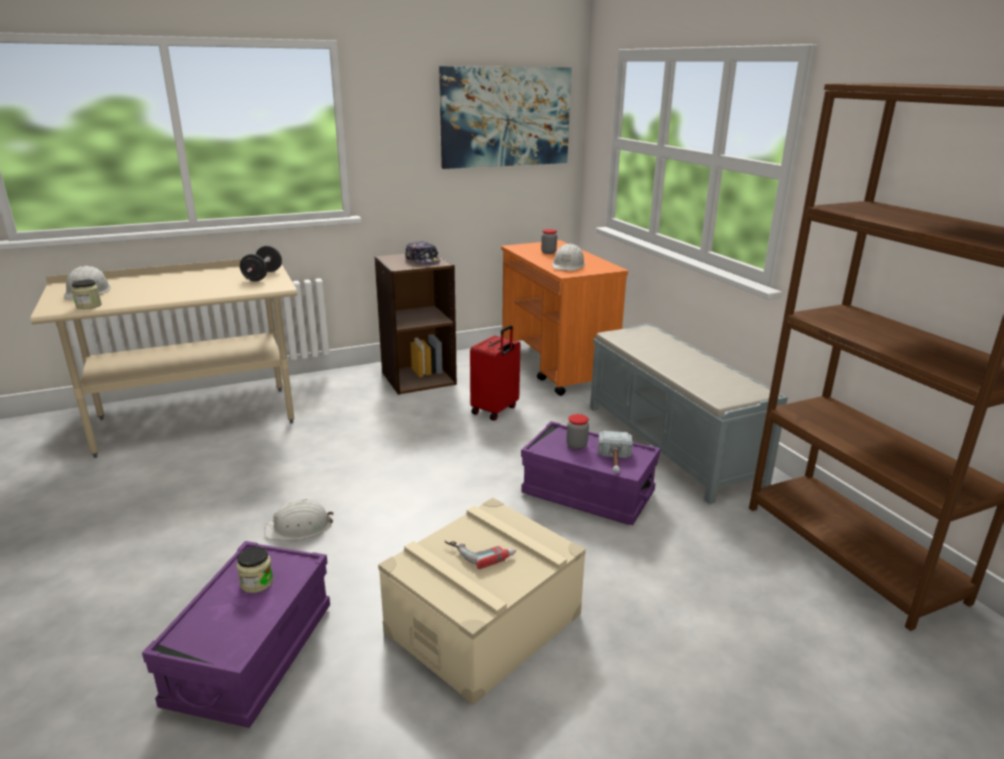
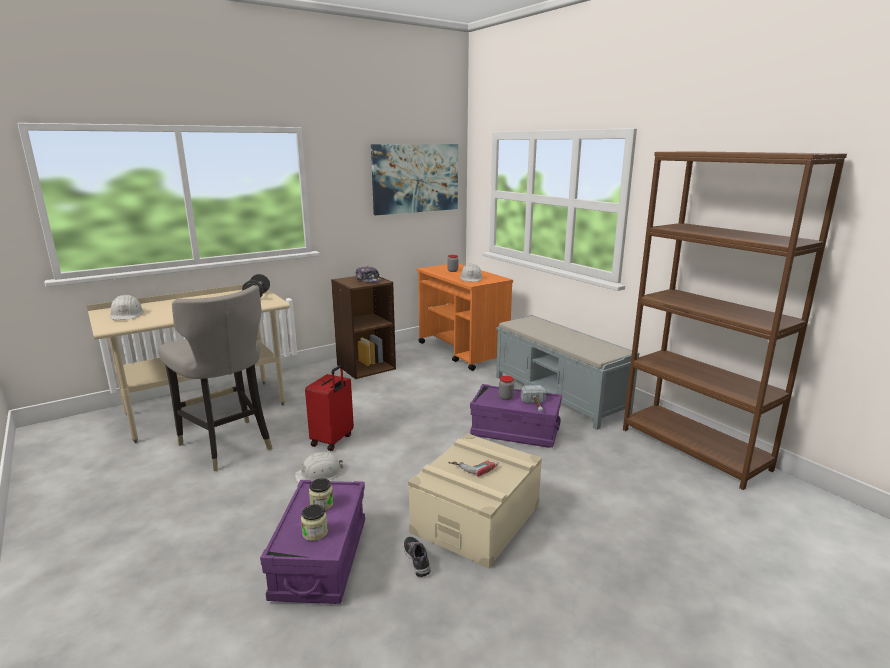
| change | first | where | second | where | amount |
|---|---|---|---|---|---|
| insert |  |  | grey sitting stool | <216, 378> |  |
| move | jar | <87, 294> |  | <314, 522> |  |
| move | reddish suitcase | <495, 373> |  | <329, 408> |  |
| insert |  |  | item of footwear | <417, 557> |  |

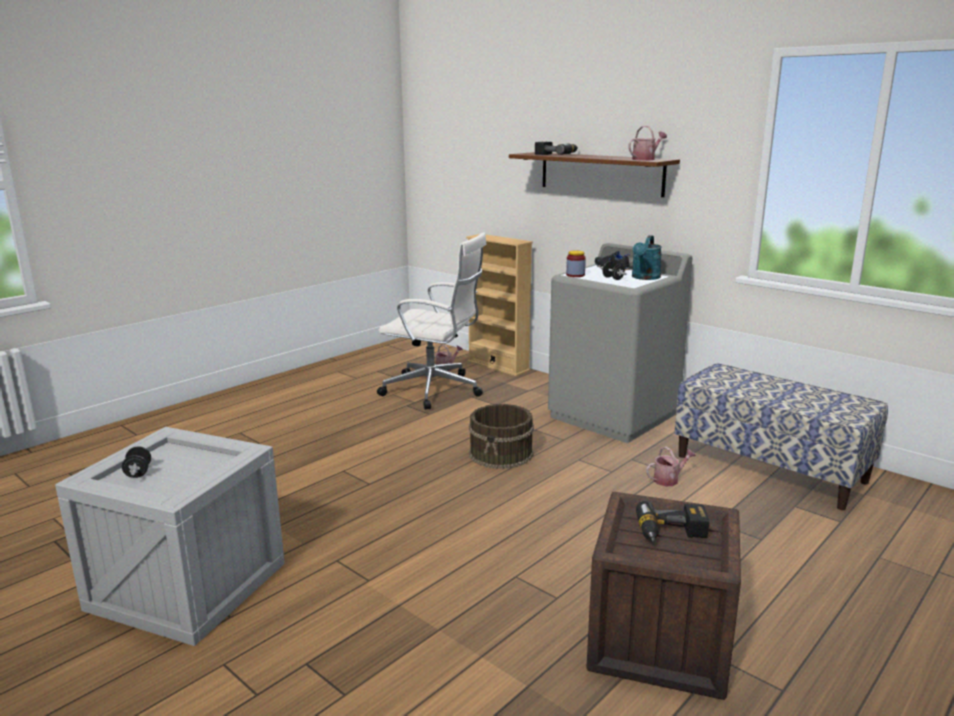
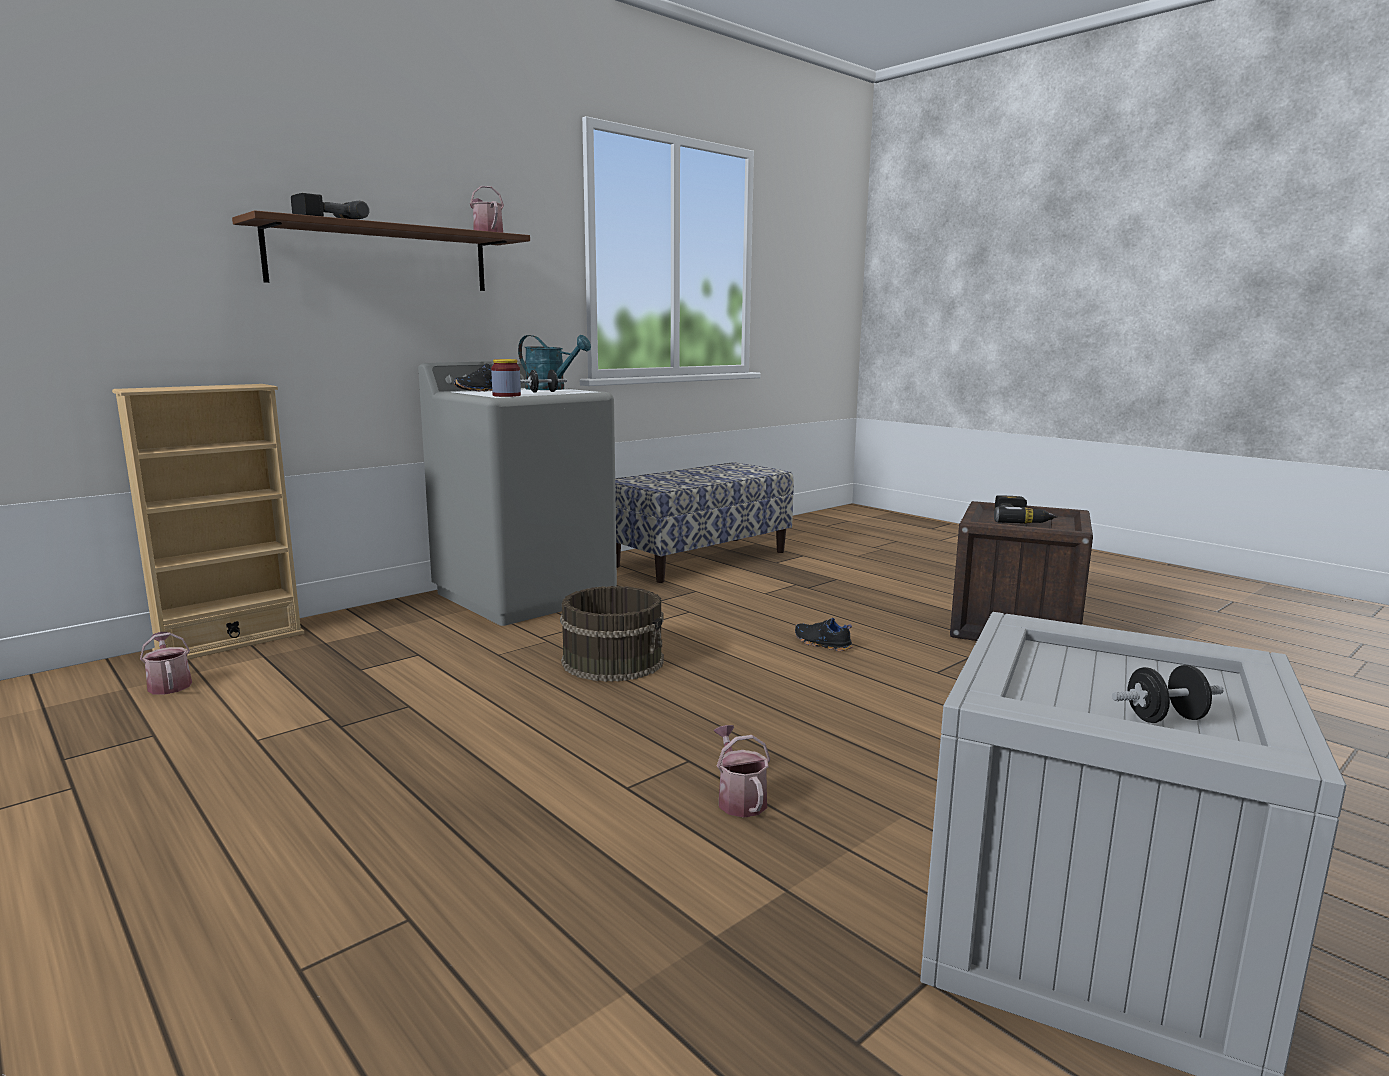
| change | first | where | second | where | amount |
|---|---|---|---|---|---|
| move | watering pot | <671, 466> |  | <742, 771> |  |
| insert |  |  | black item of footwear | <824, 635> |  |
| delete | white-coloured computer chair | <432, 321> |  |  |  |

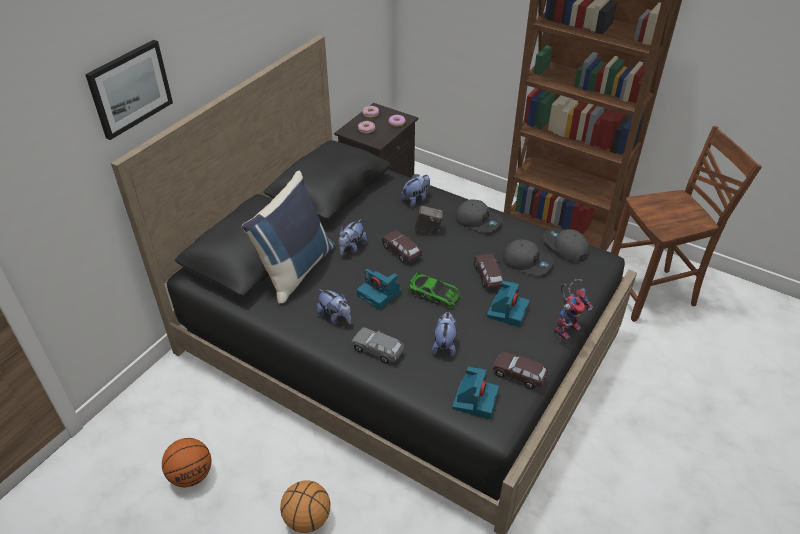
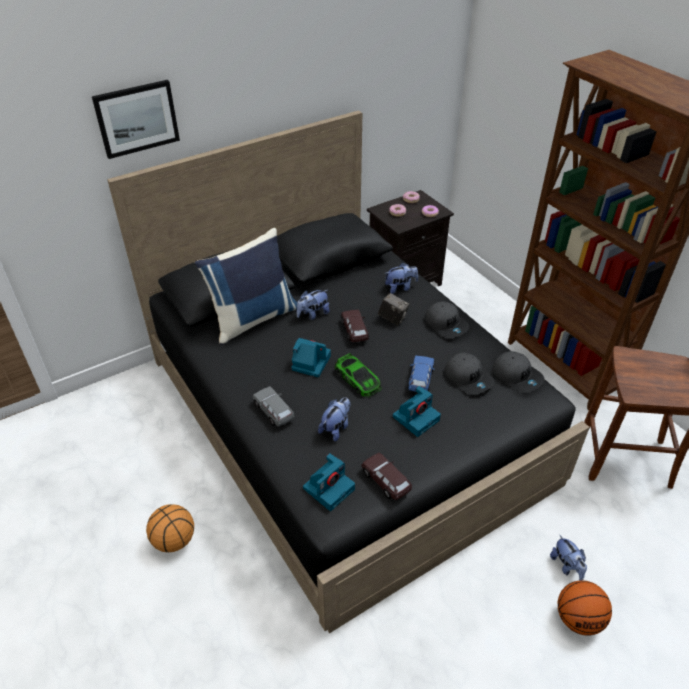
| change | first | where | second | where | amount |
|---|---|---|---|---|---|
| rotate | photo camera | <379, 289> |  | <311, 357> | 135 degrees clockwise |
| recolor | brownish toy car | <489, 271> | bluish toy car | <421, 374> |  |
| rotate | grey baseball cap | <566, 245> |  | <518, 372> | 150 degrees clockwise |
| move | soft toy | <334, 307> |  | <568, 557> |  |
| move | ball for basketball | <186, 462> |  | <584, 607> |  |
| delete | robot figure | <573, 310> |  |  |  |

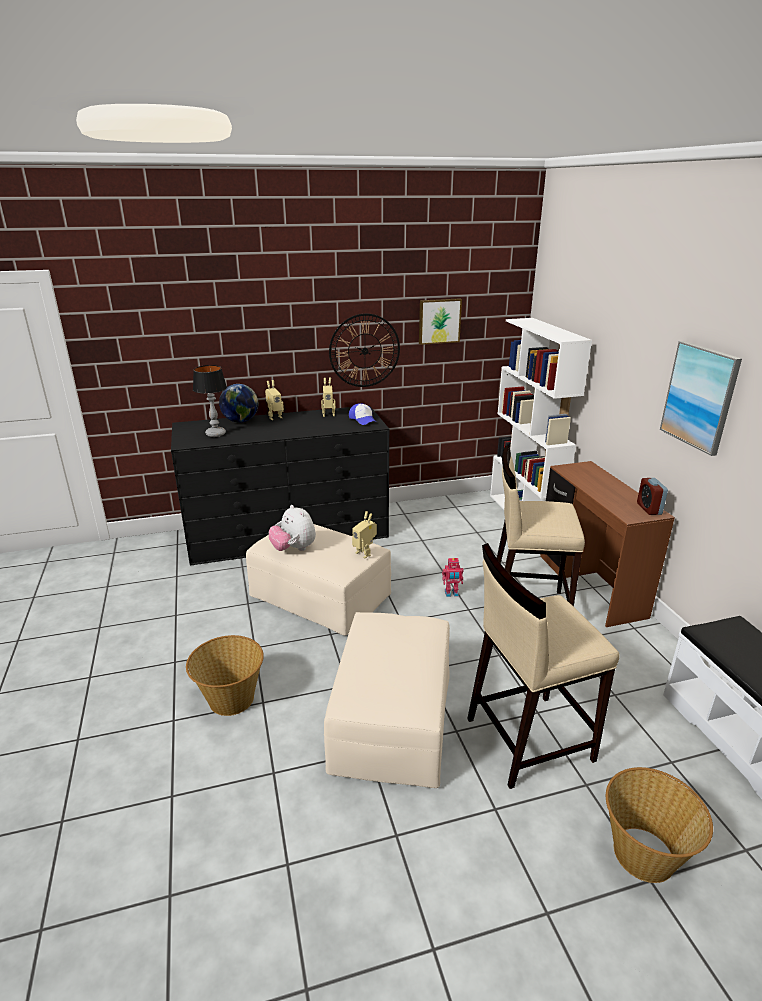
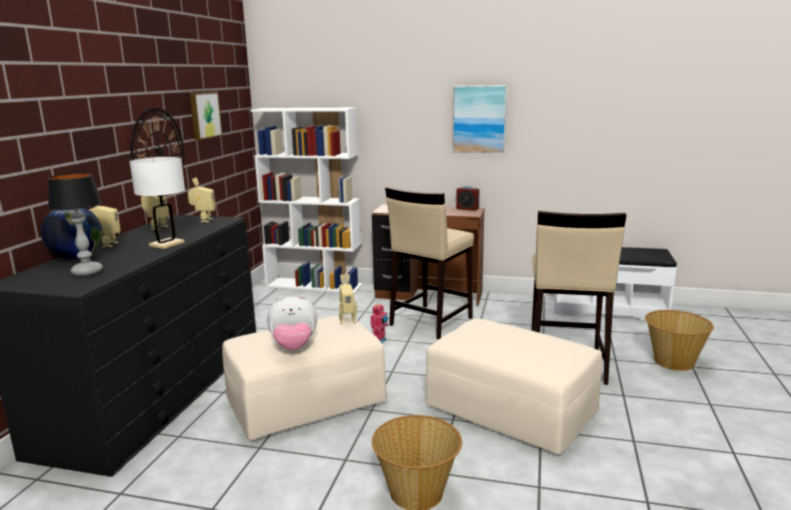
| change | first | where | second | where | amount |
|---|---|---|---|---|---|
| insert |  |  | white-coloured table lamp | <157, 202> |  |
| replace | baseball cap | <362, 414> | robot figure | <202, 199> |  |

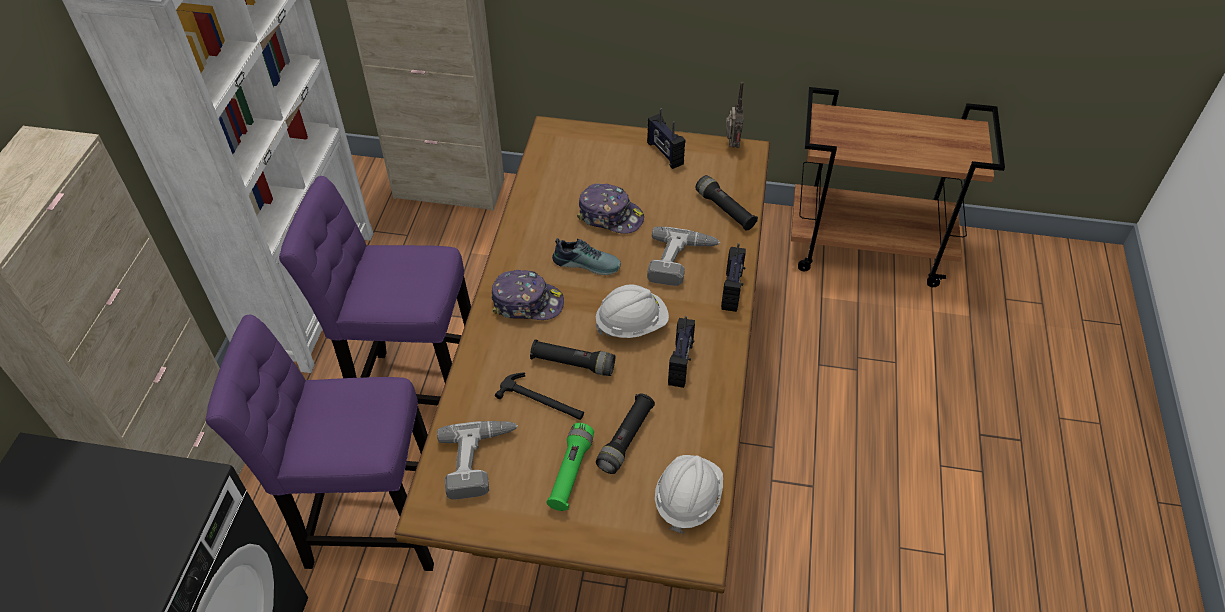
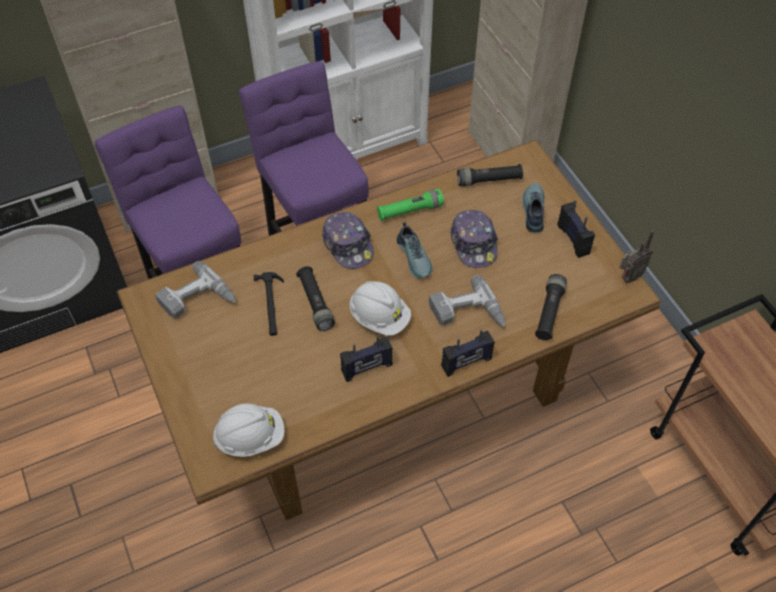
| change | first | where | second | where | amount |
|---|---|---|---|---|---|
| move | greenish flashlight | <570, 467> |  | <410, 205> |  |
| move | black flashlight | <625, 433> |  | <490, 175> |  |
| insert |  |  | item of footwear | <533, 207> |  |
| rotate | radio | <666, 138> |  | <576, 229> | 135 degrees clockwise |

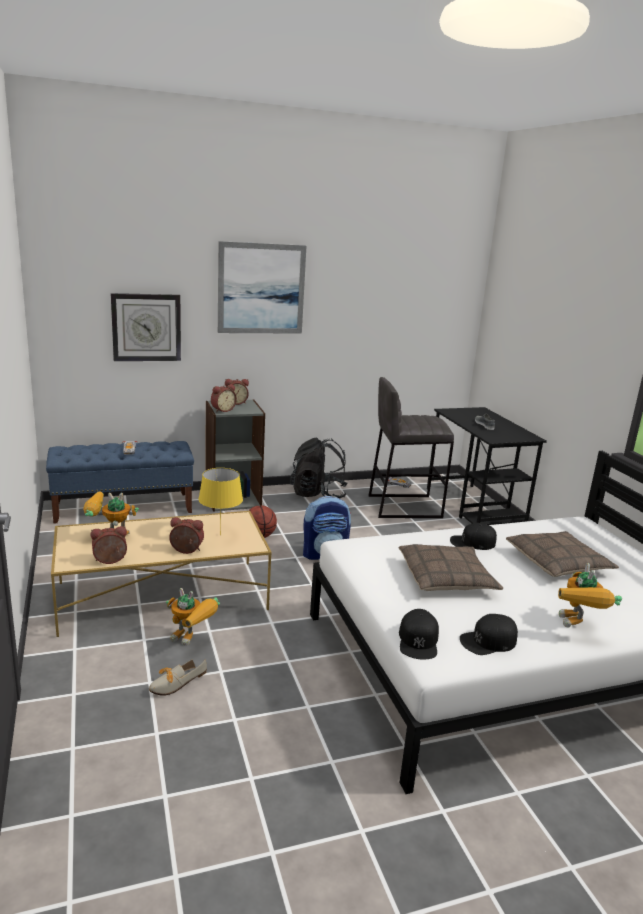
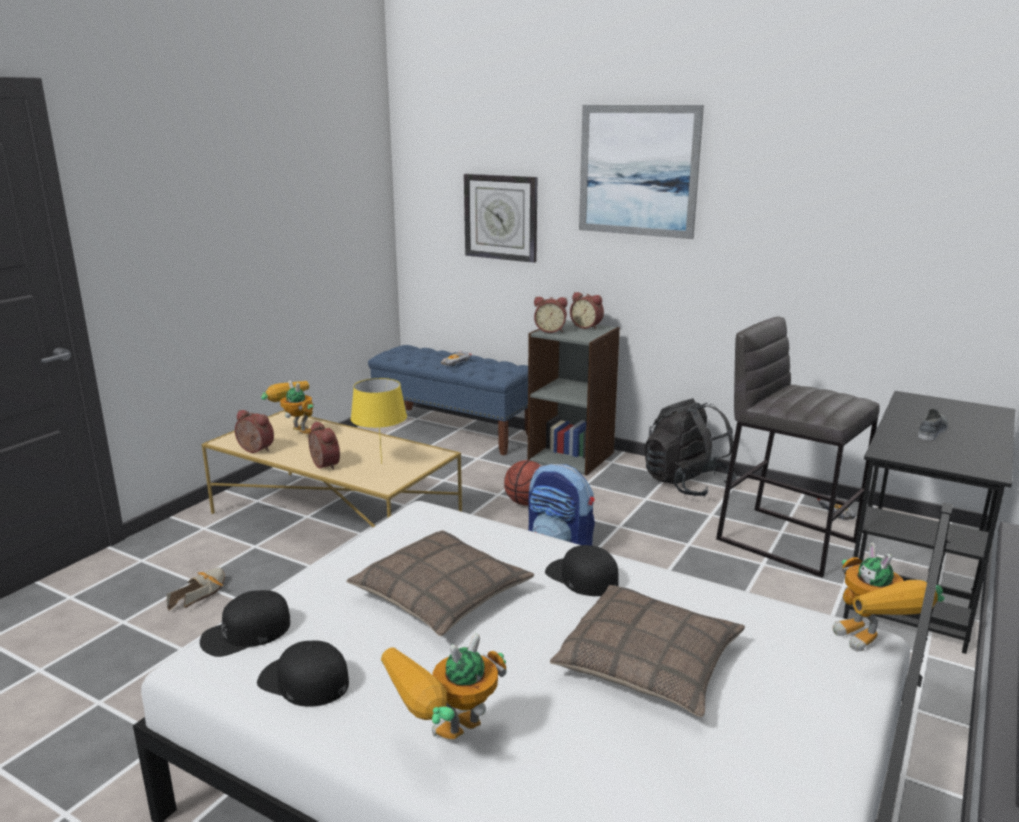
| change | first | where | second | where | amount |
|---|---|---|---|---|---|
| rotate | item of footwear | <178, 678> |  | <196, 589> | 105 degrees clockwise |
| move | robot figure | <193, 617> |  | <888, 596> |  |

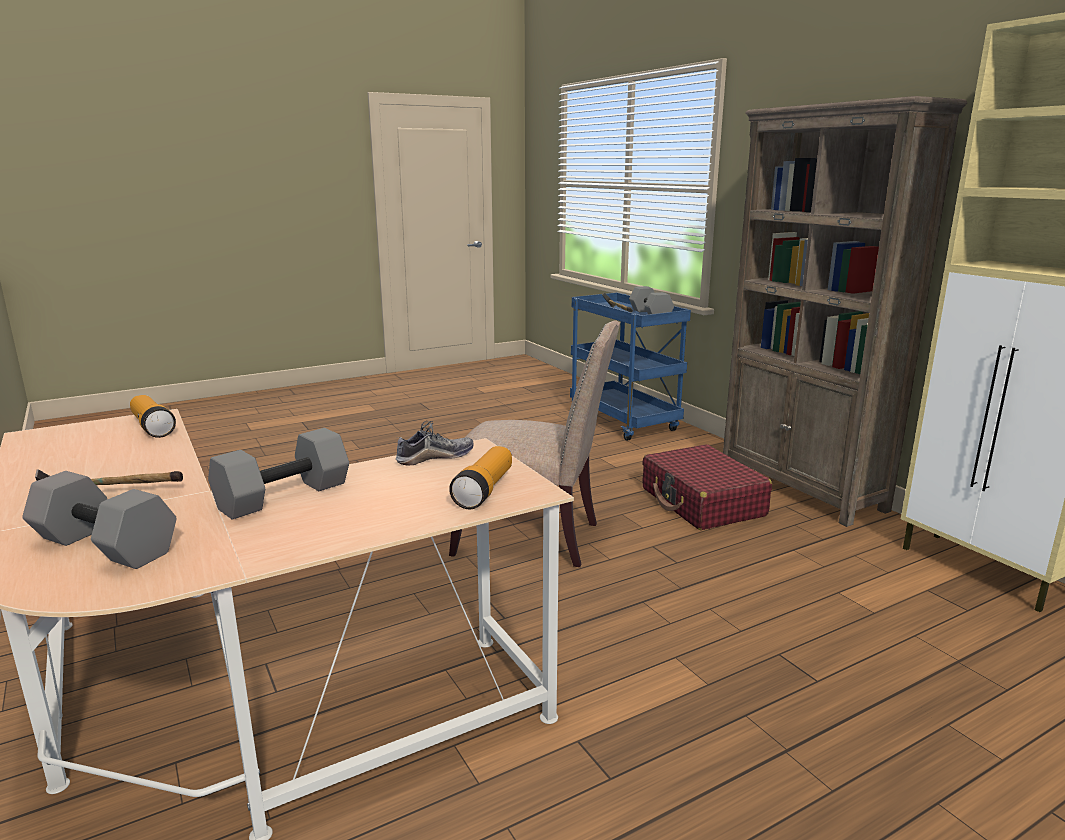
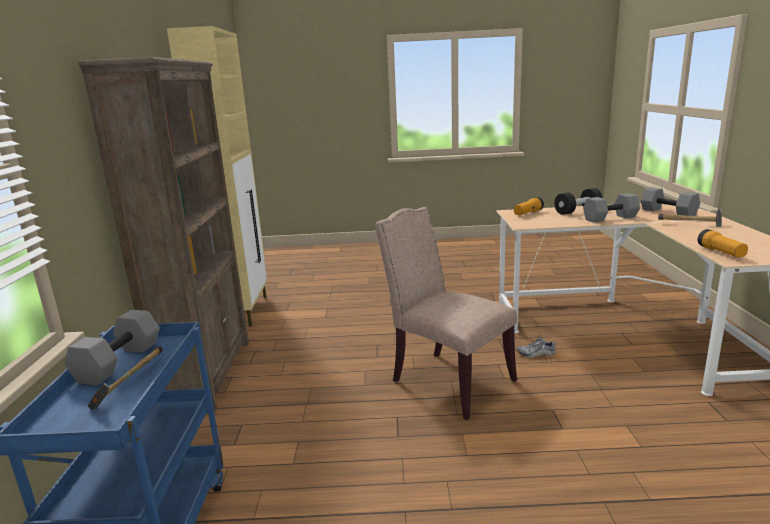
| change | first | where | second | where | amount |
|---|---|---|---|---|---|
| move | item of footwear | <435, 443> |  | <536, 347> |  |
| insert |  |  | black free weight | <578, 201> |  |
| delete | reddish suitcase | <707, 487> |  |  |  |

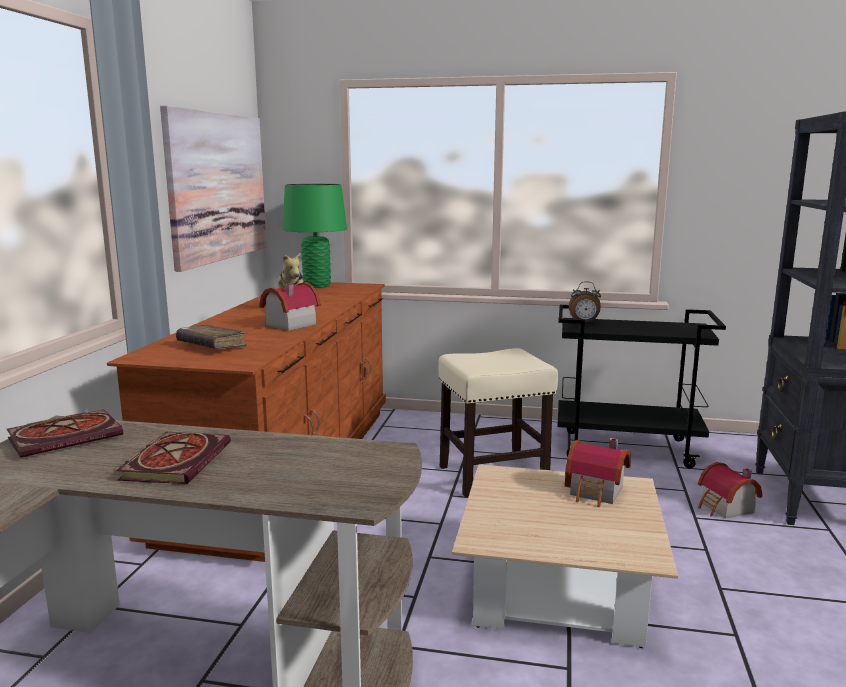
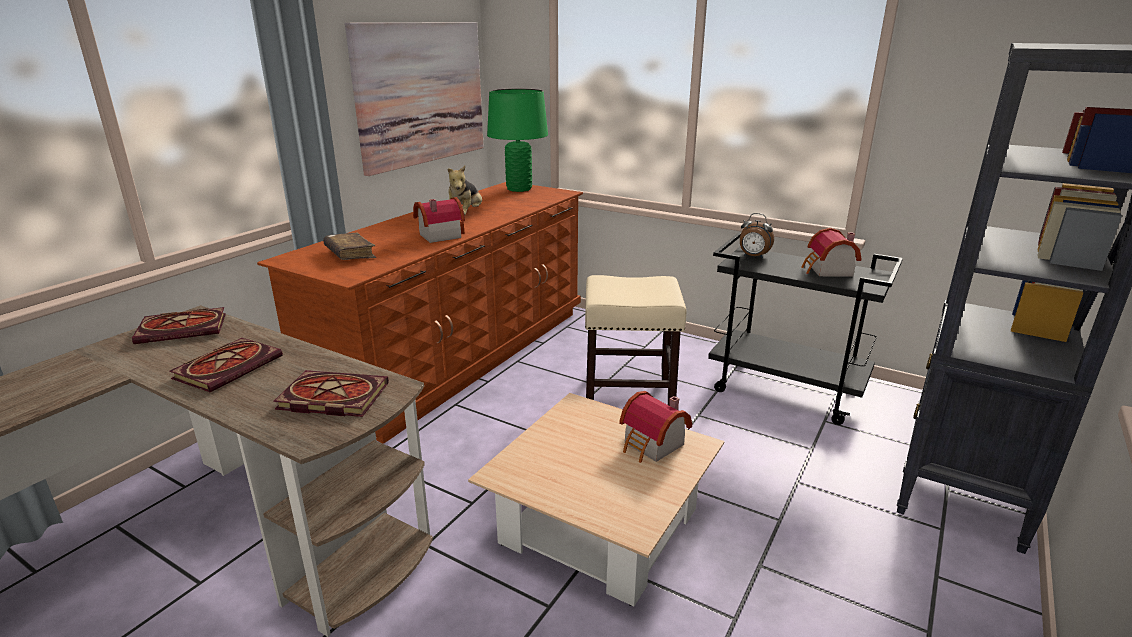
| change | first | where | second | where | amount |
|---|---|---|---|---|---|
| insert |  |  | volume | <331, 393> |  |
| move | toy house | <730, 490> |  | <831, 252> |  |

